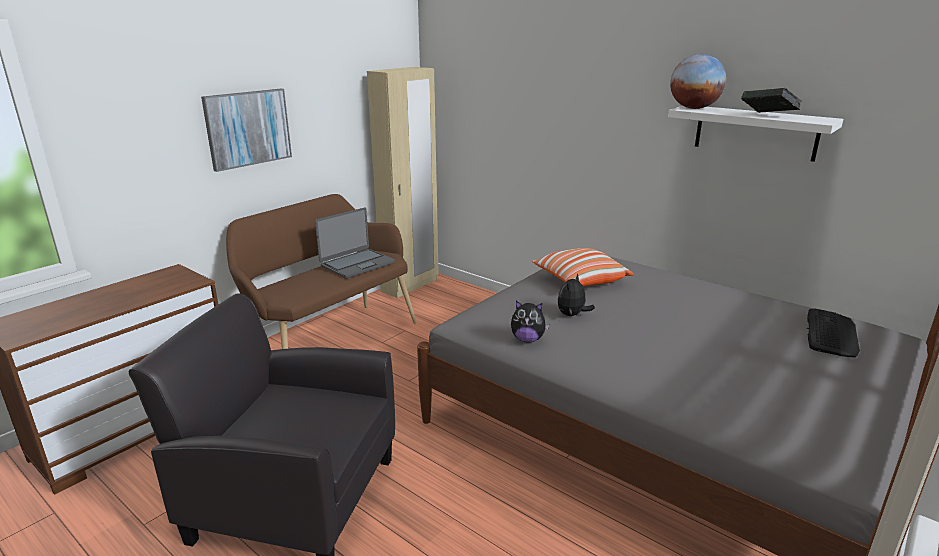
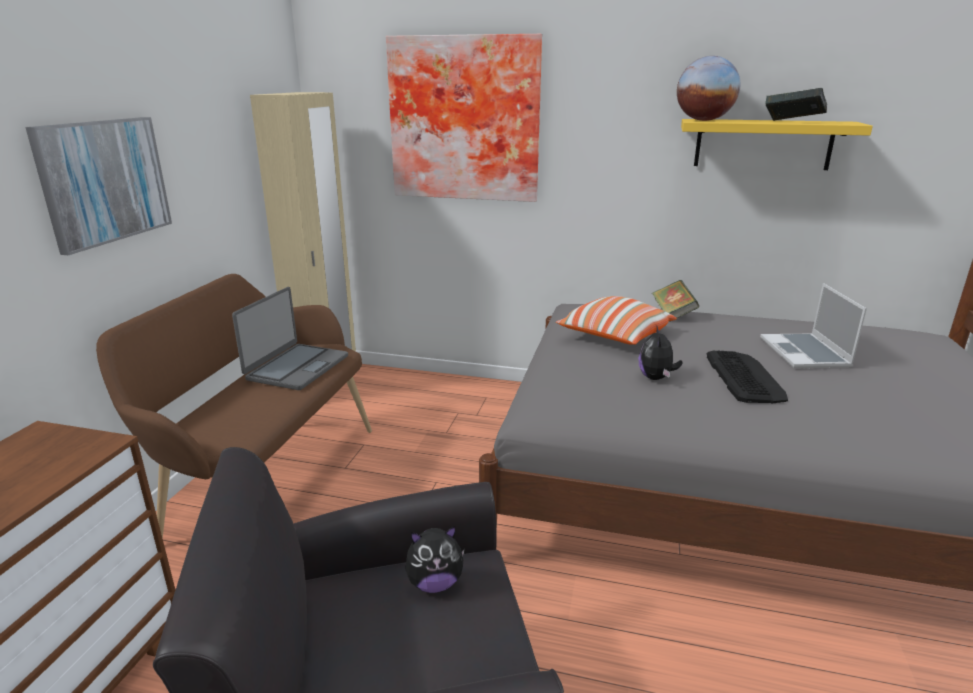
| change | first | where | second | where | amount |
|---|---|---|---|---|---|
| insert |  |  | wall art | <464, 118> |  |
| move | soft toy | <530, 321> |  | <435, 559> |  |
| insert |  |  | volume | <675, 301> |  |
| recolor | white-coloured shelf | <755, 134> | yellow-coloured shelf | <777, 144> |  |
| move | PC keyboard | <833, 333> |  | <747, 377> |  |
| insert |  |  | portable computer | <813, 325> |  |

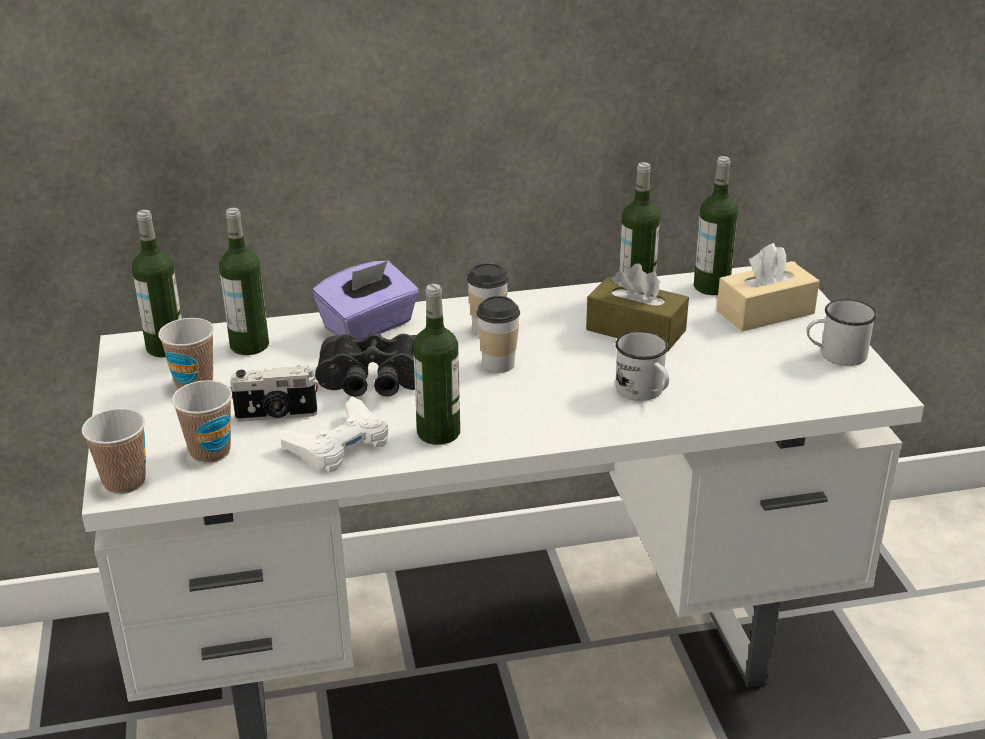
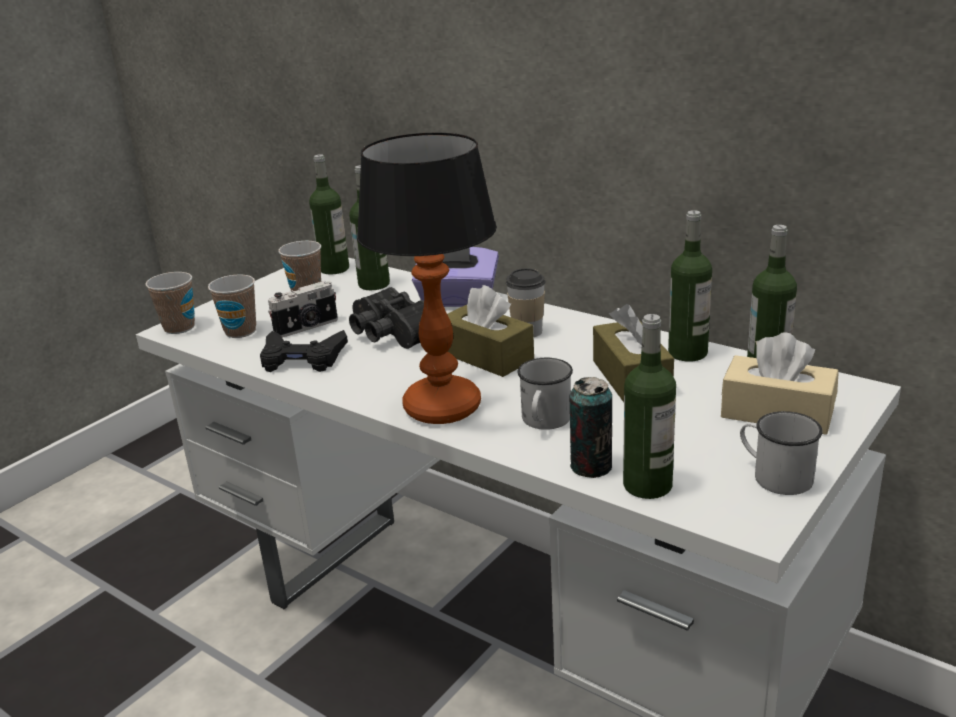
| change | first | where | second | where | amount |
|---|---|---|---|---|---|
| recolor | white-coloured game controller | <334, 434> | black game controller | <304, 351> |  |
| rotate | photo camera | <273, 394> |  | <303, 309> | 75 degrees counterclockwise |
| insert |  |  | table lamp | <427, 278> |  |
| replace | cup | <498, 334> | brownish tissue box | <490, 331> |  |
| insert |  |  | sealed can | <591, 427> |  |
| move | drink bottle | <436, 364> |  | <649, 406> |  |

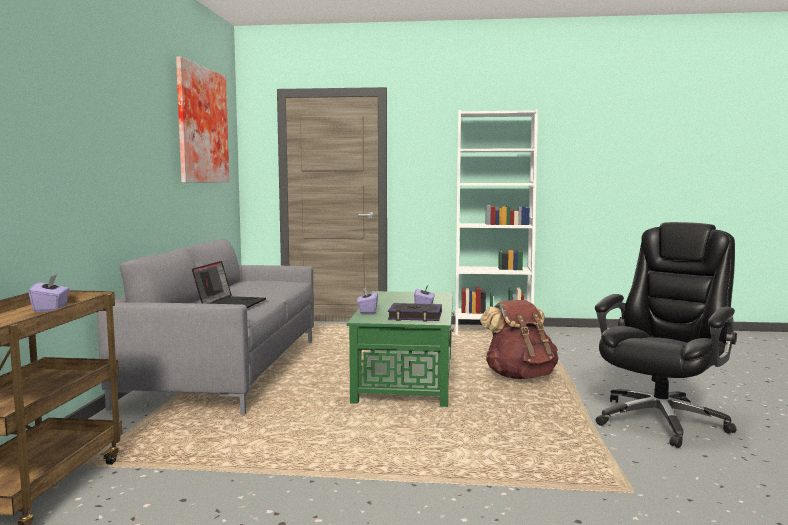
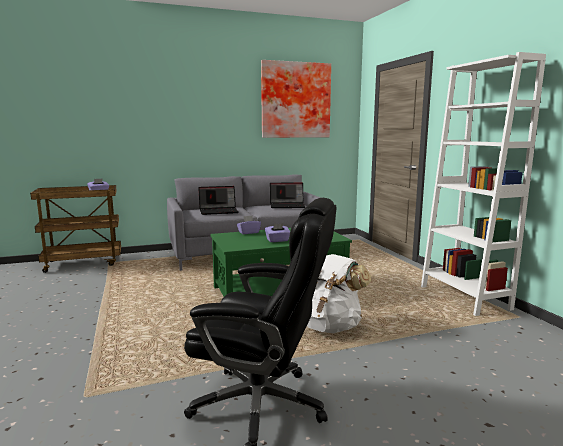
| change | first | where | second | where | amount |
|---|---|---|---|---|---|
| insert |  |  | portable computer | <287, 195> |  |
| recolor | brownish backpack | <519, 339> | white-coloured backpack | <339, 293> |  |
| delete | volume | <415, 312> |  |  |  |

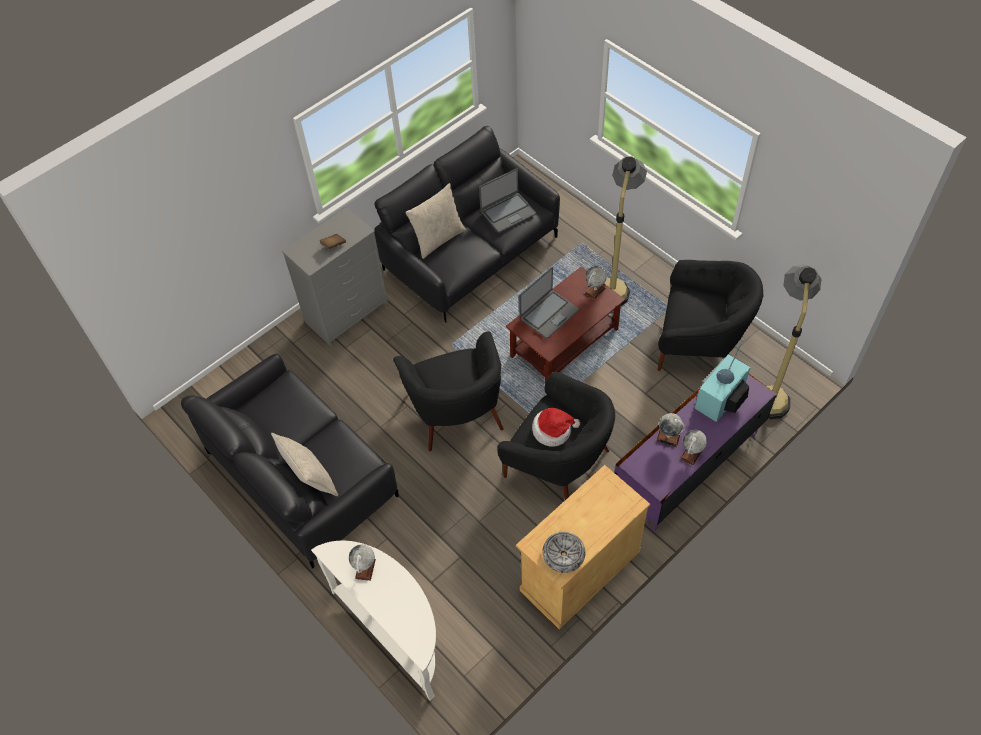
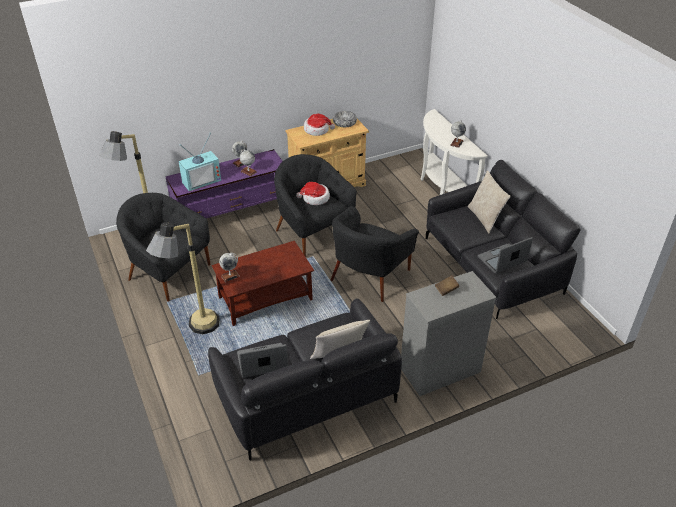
| change | first | where | second | where | amount |
|---|---|---|---|---|---|
| insert |  |  | clothing hat | <319, 125> |  |
| rotate | black lounge chair | <448, 391> |  | <374, 254> | 150 degrees counterclockwise |
| move | portable computer | <549, 303> |  | <505, 255> |  |

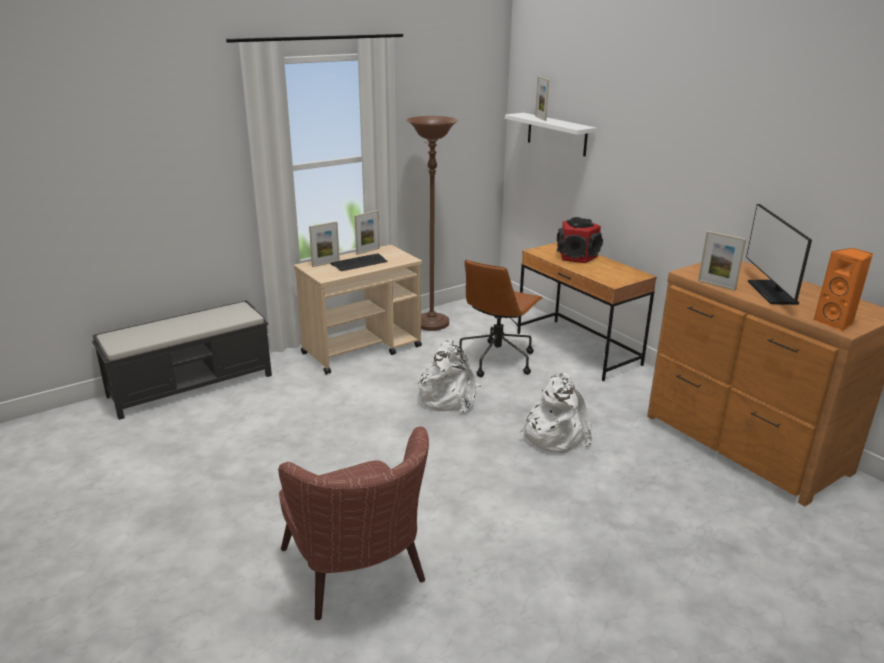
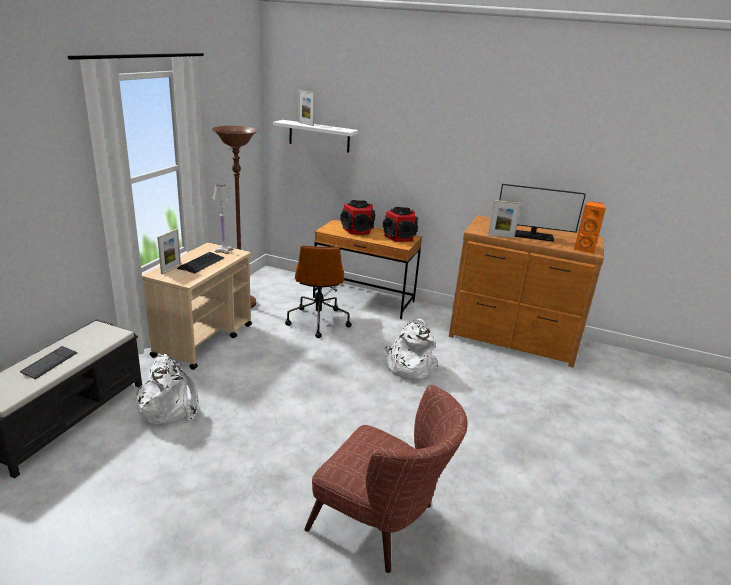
| change | first | where | second | where | amount |
|---|---|---|---|---|---|
| insert |  |  | PC keyboard | <48, 362> |  |
| move | white-coloured backpack | <450, 376> |  | <166, 390> |  |
| insert |  |  | white-coloured table lamp | <223, 219> |  |
| insert |  |  | speaker | <400, 224> |  |
| rotate | monitor | <779, 254> |  | <542, 213> | 45 degrees counterclockwise |
| delete | picture frame | <367, 232> |  |  |  |

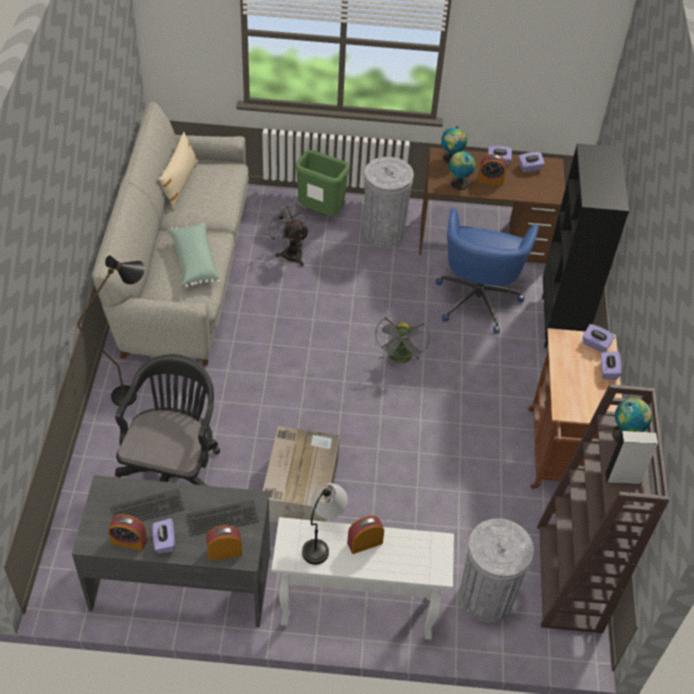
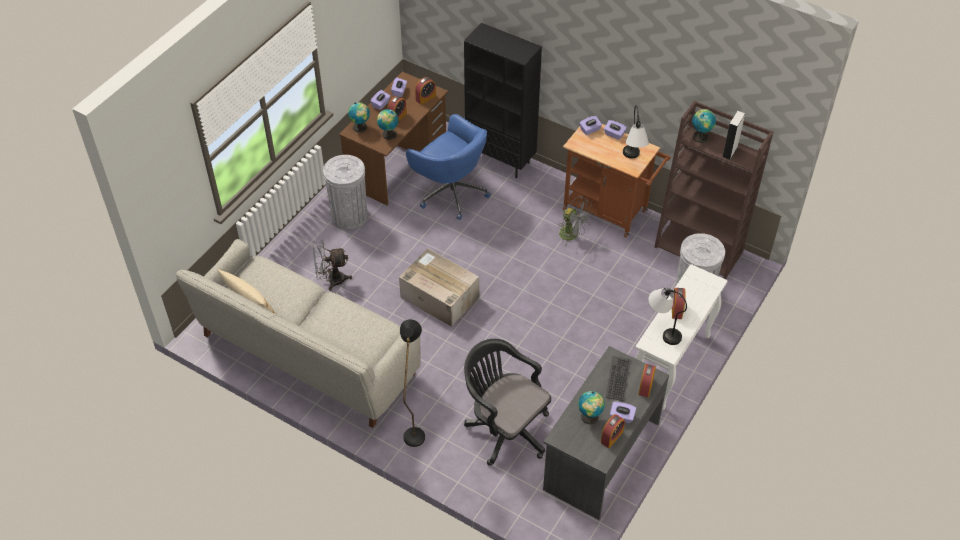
| change | first | where | second | where | amount |
|---|---|---|---|---|---|
| move | carton | <301, 475> |  | <439, 287> |  |
| insert |  |  | table clock | <425, 91> |  |
| move | grey fan | <402, 338> |  | <575, 221> |  |
| replace | PC keyboard | <147, 505> | world globe | <591, 407> |  |
| insert |  |  | table lamp | <636, 132> |  |
| delete | greenish cushion | <194, 255> |  |  |  |
| delete | greenish rubbish bin | <322, 183> |  |  |  |

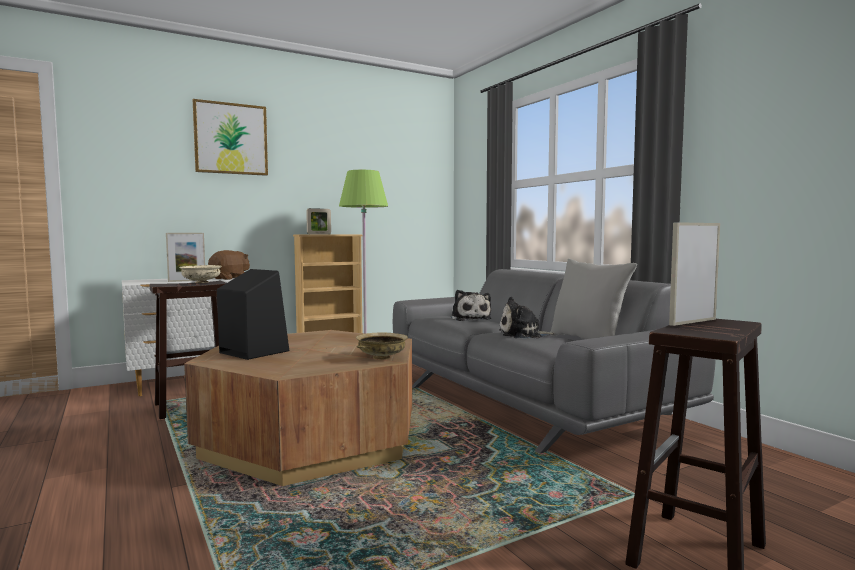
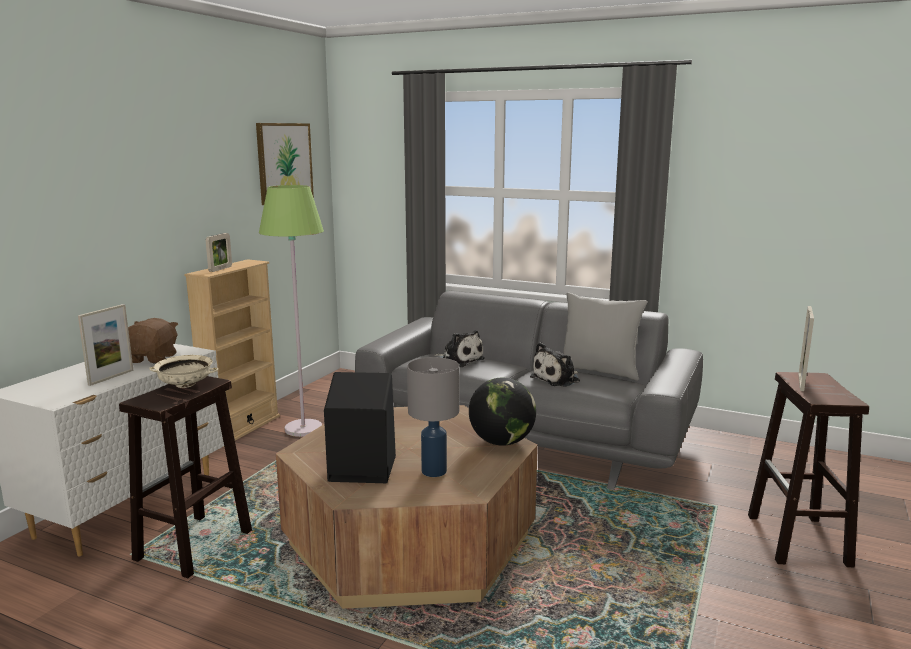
| change | first | where | second | where | amount |
|---|---|---|---|---|---|
| move | wall art | <230, 137> |  | <285, 164> |  |
| insert |  |  | grey table lamp | <433, 417> |  |
| replace | beige deep dish | <382, 346> | world globe | <502, 412> |  |

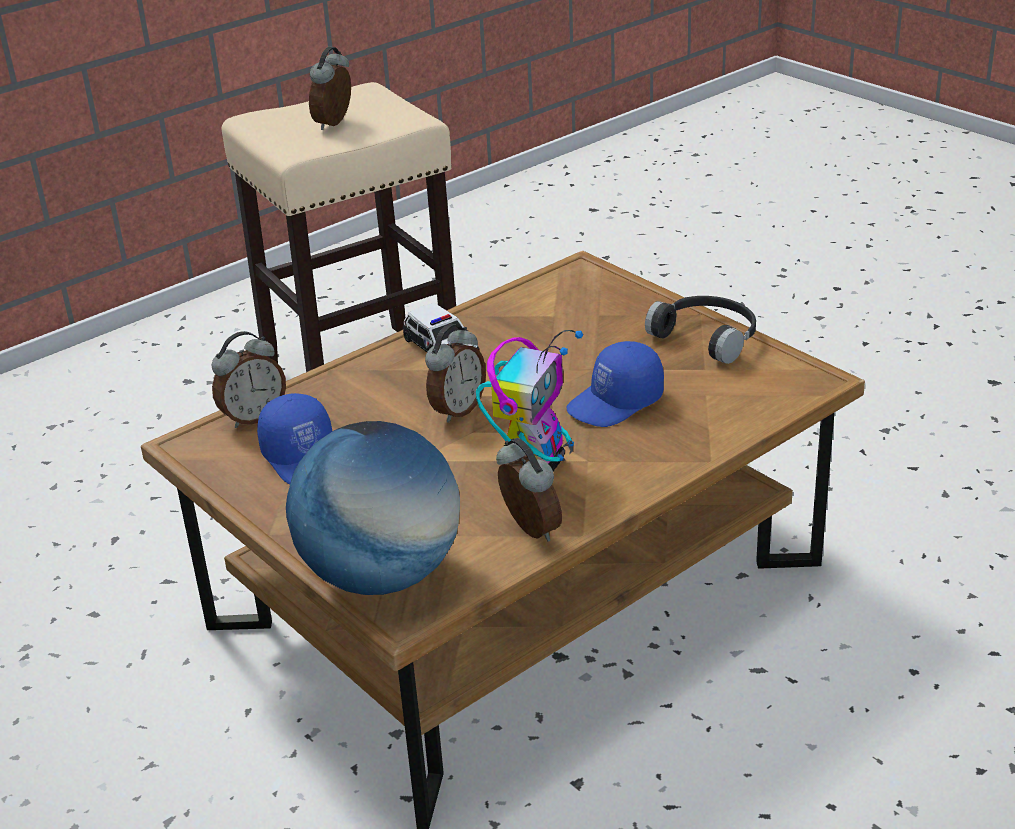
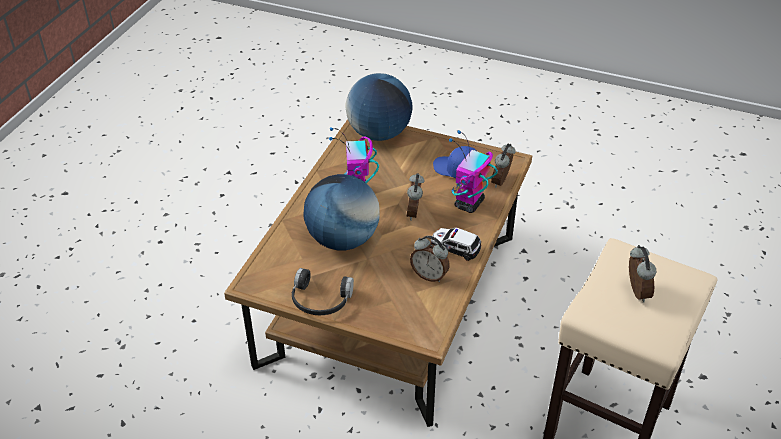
| change | first | where | second | where | amount |
|---|---|---|---|---|---|
| replace | bluish baseball cap | <615, 384> | world globe | <342, 212> |  |
| move | table clock | <529, 490> |  | <430, 259> |  |
| insert |  |  | robot figure | <473, 171> |  |

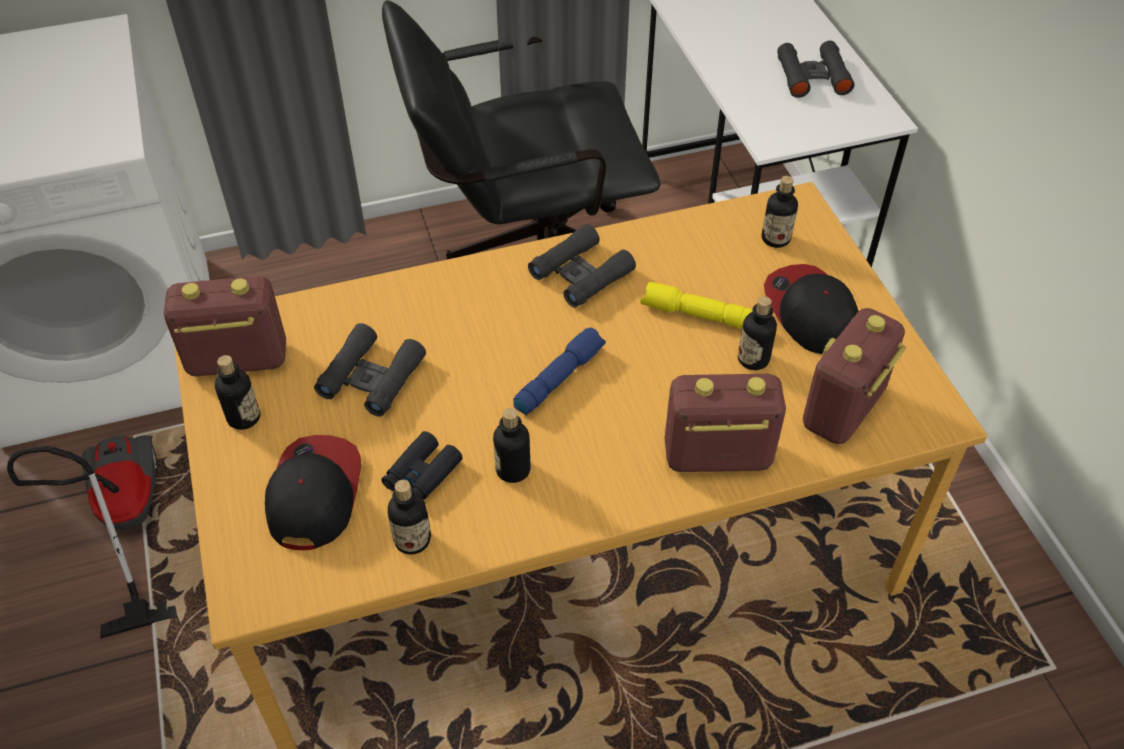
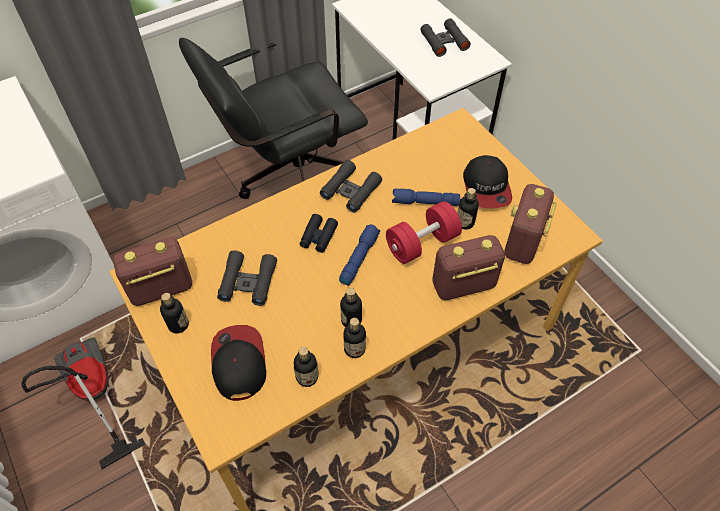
| change | first | where | second | where | amount |
|---|---|---|---|---|---|
| move | black pair of binoculars | <422, 465> |  | <319, 233> |  |
| move | drink bottle | <780, 212> |  | <355, 338> |  |
| insert |  |  | reddish free weight | <424, 232> |  |
| recolor | yellow-coloured flashlight | <697, 305> | bluish flashlight | <426, 197> |  |
| rotate | baseball cap | <811, 309> |  | <487, 181> | 150 degrees counterclockwise |

